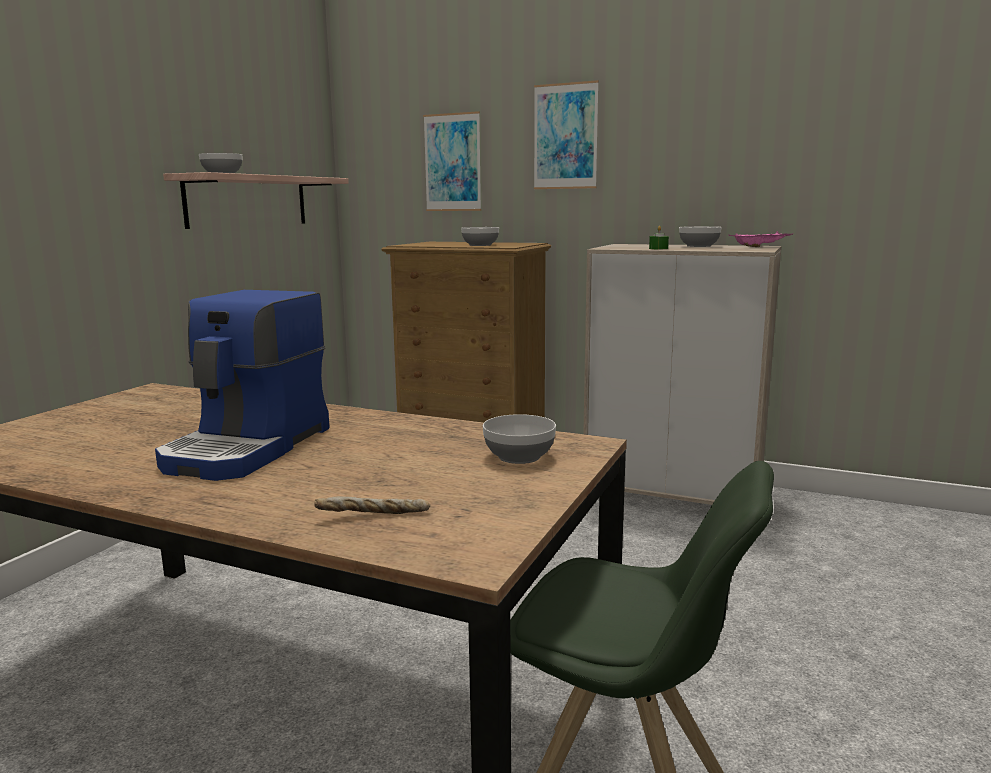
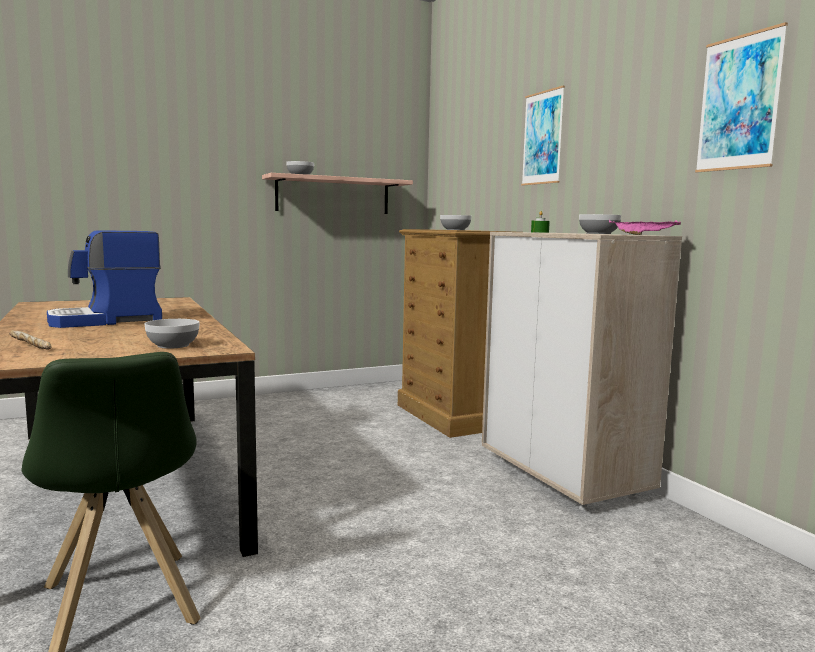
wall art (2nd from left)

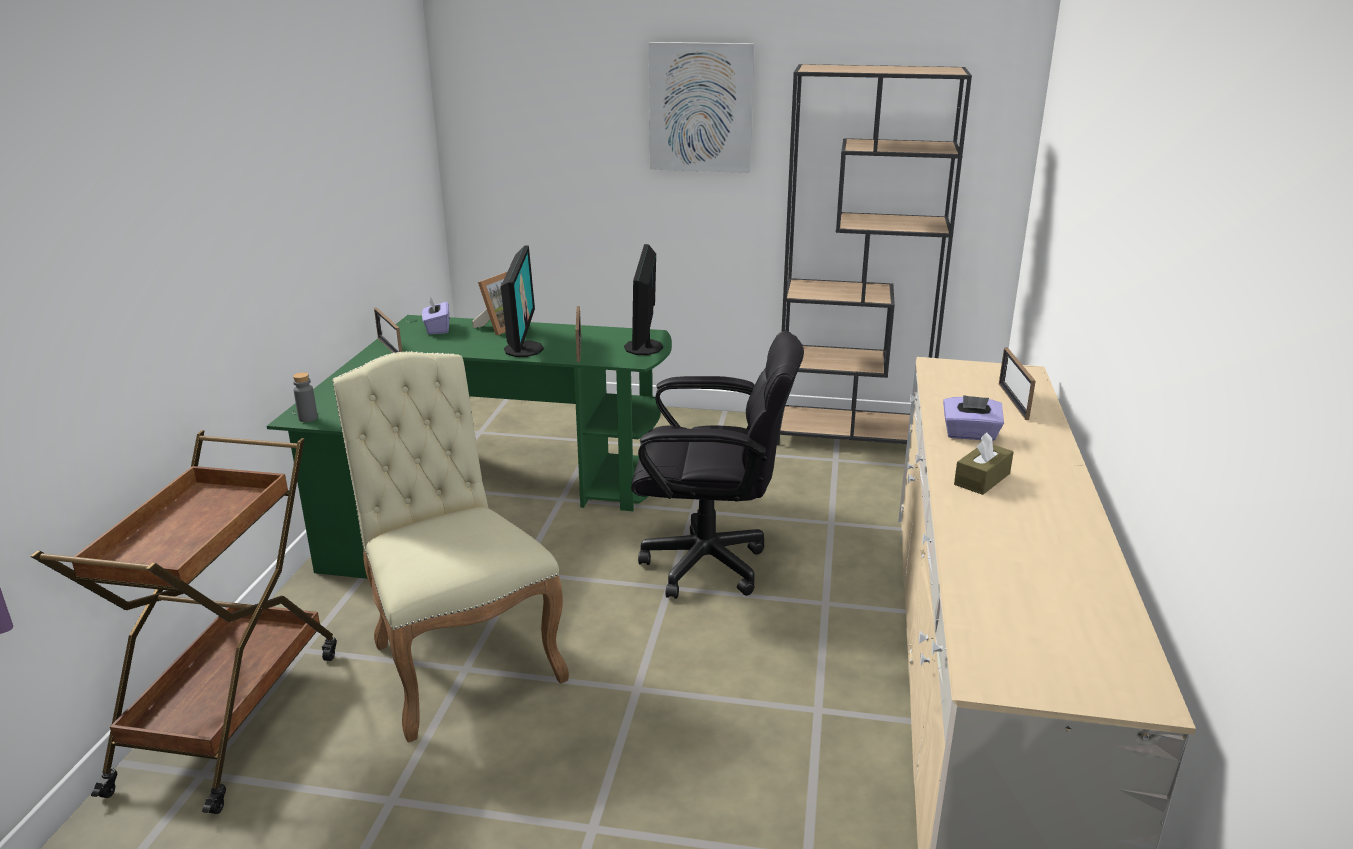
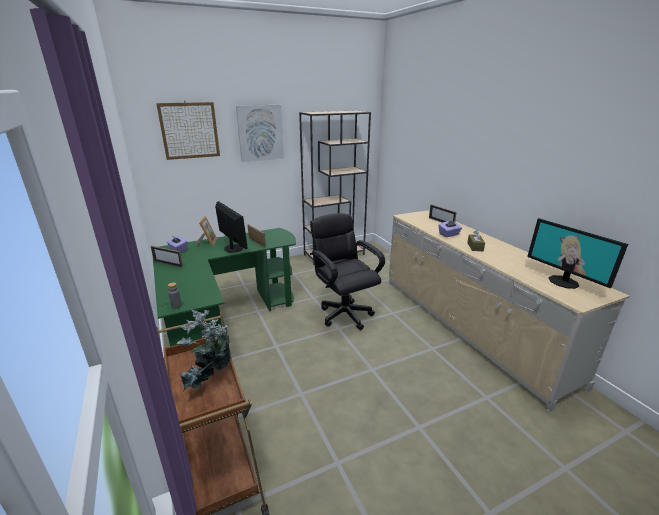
computer display (2nd from left)
black-coloured desk chair
beige-coloured plain chair
wall art (1st from left)
plant in a pot

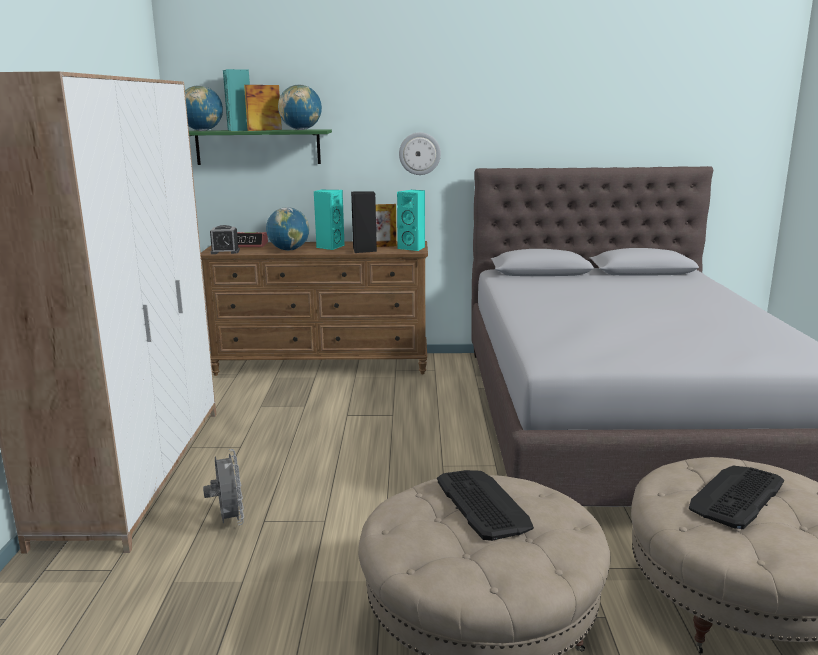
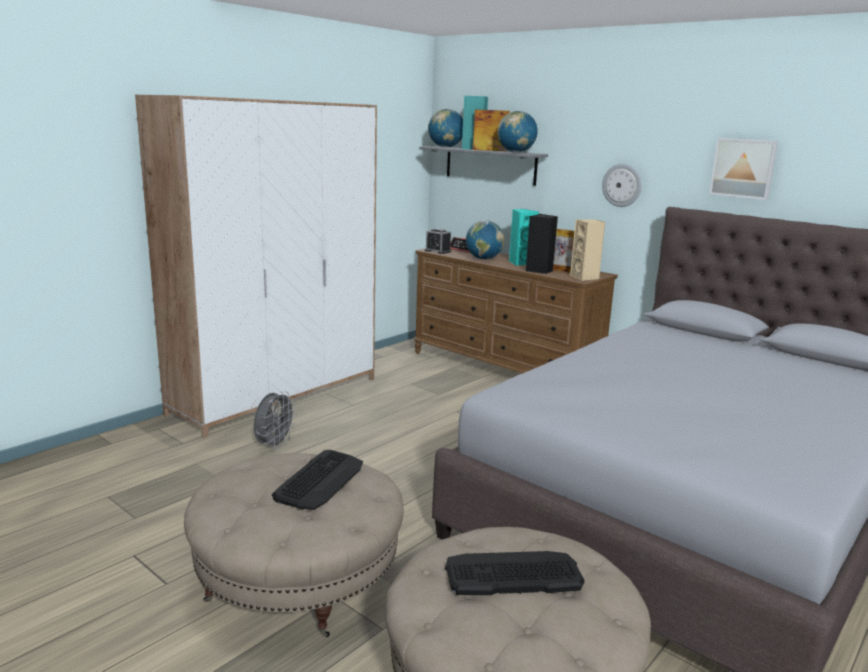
grey shelf
beige-coloured speaker
wall art

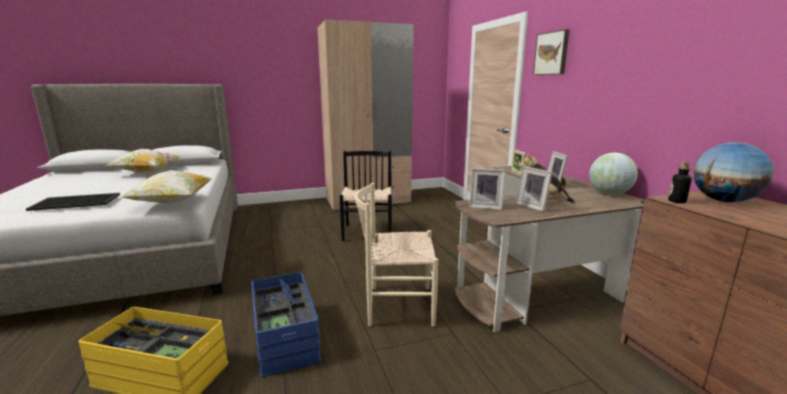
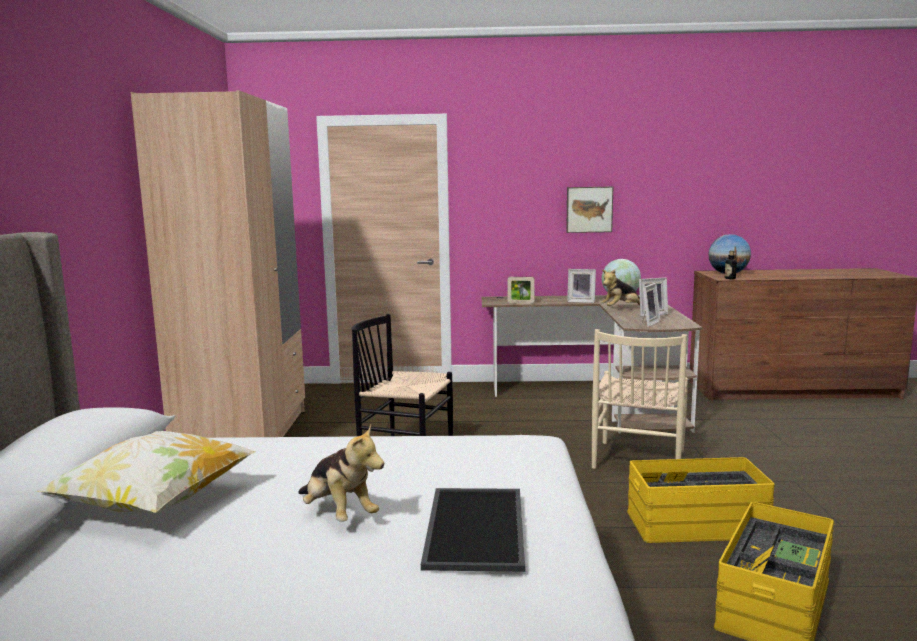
wall art
cushion (2nd from left in the first image)
yellow storage container (1st from left)
soft toy (1st from left)

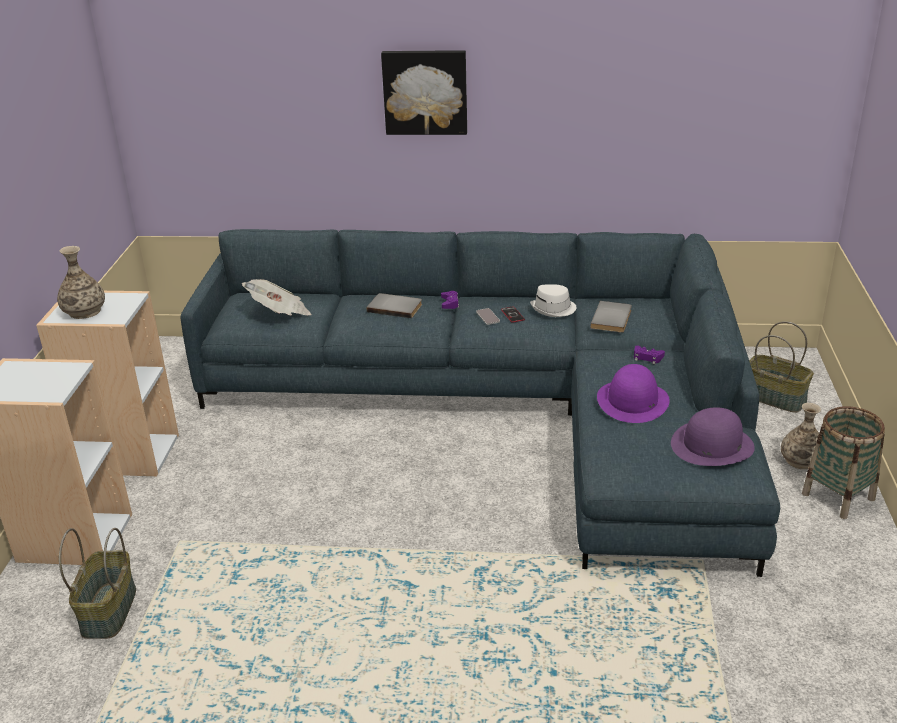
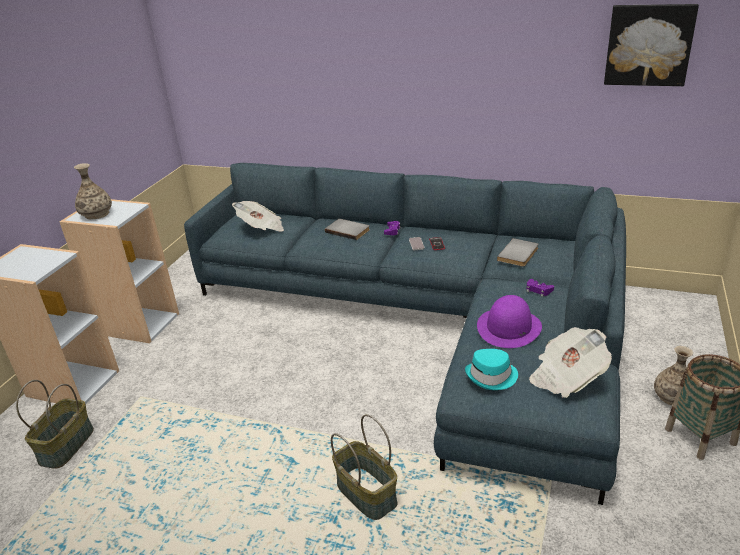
wall art
white-coloured clothing hat
basket (2nd from left)
printed paper (2nd from left)
turquoise clothing hat

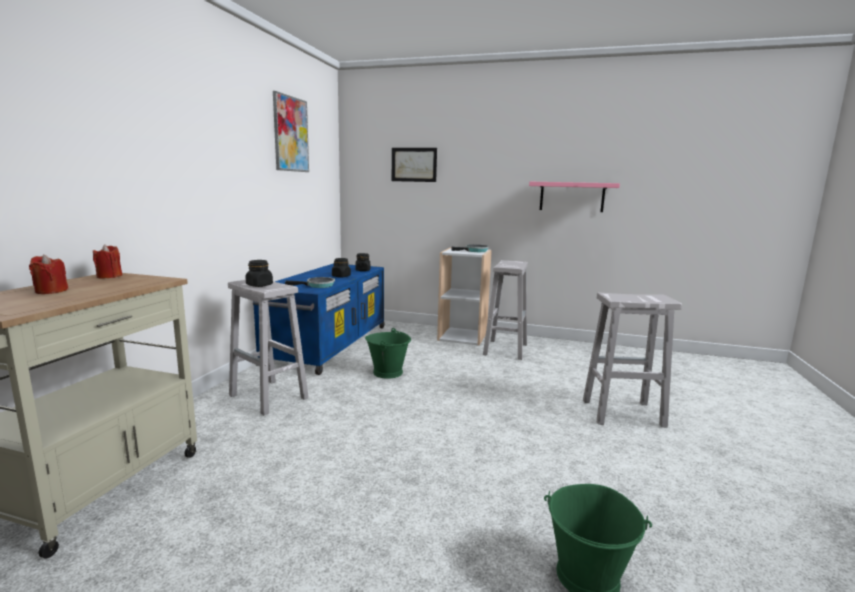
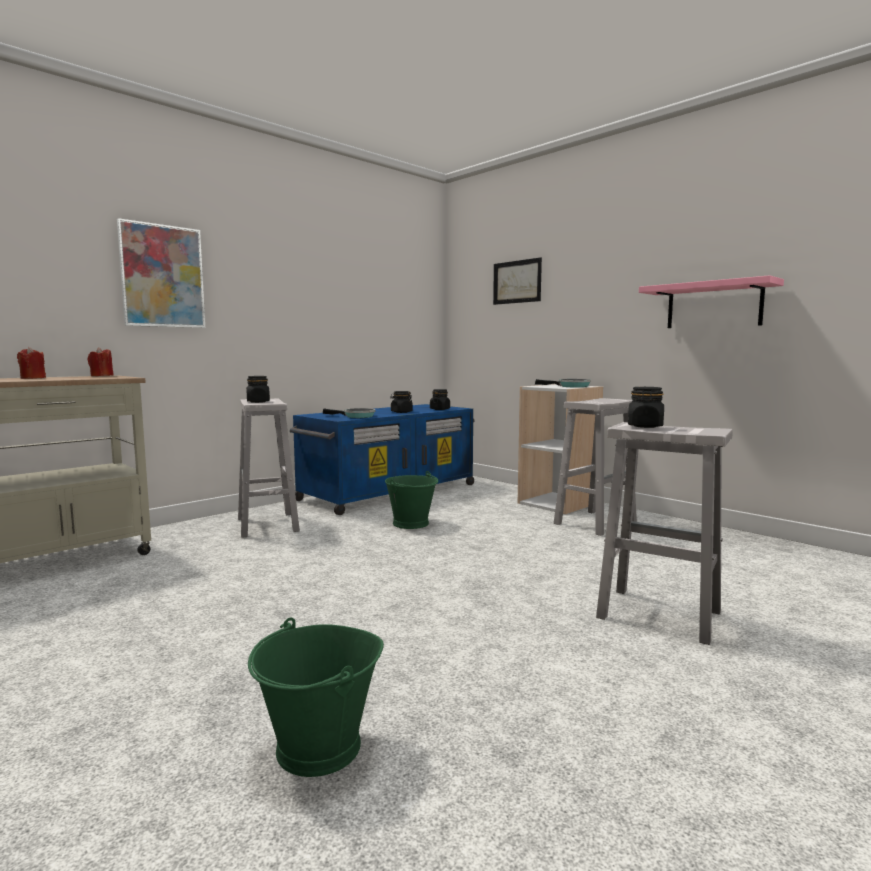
wall art (1st from left)
black-coloured preserve jar (4th from left)

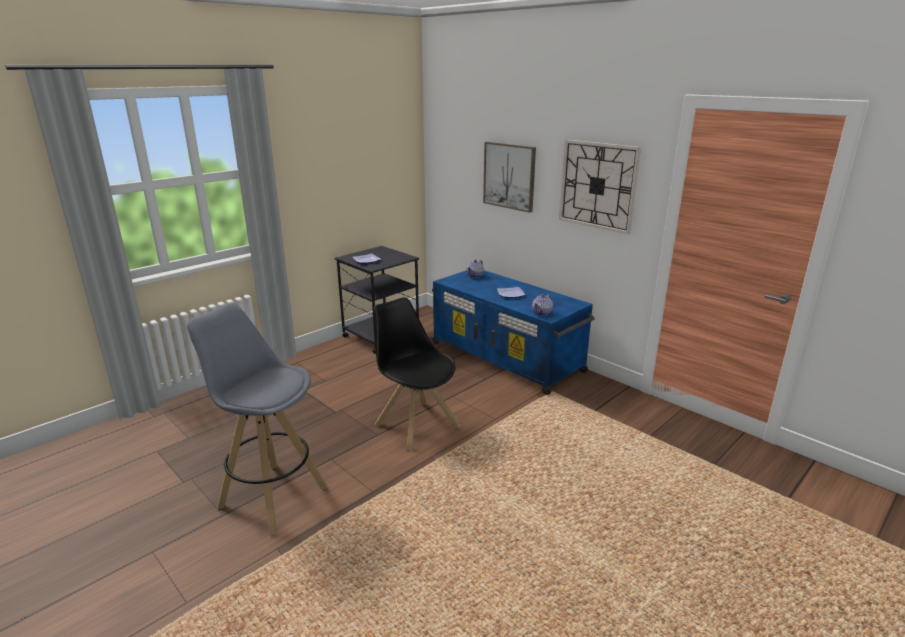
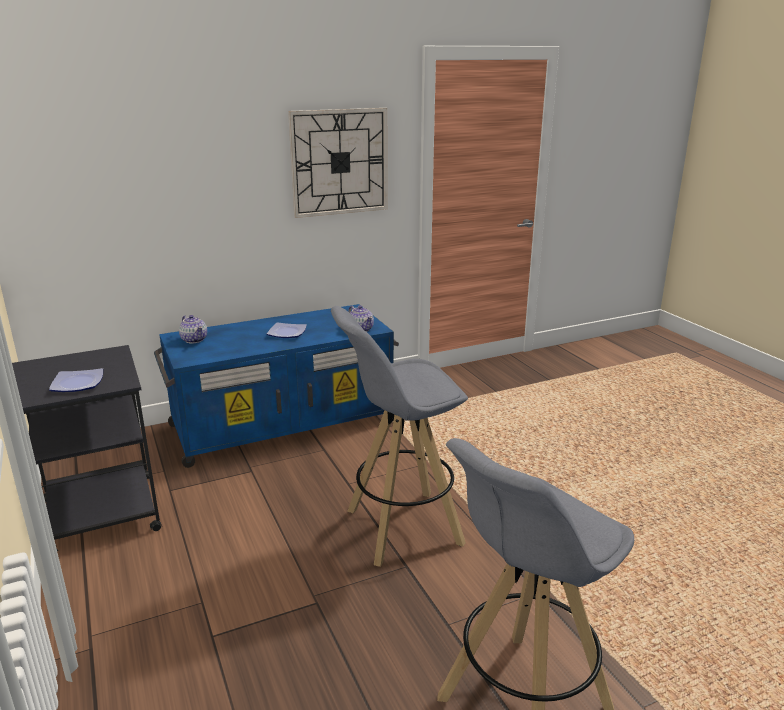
wall art
grey stool seat (1st from left)

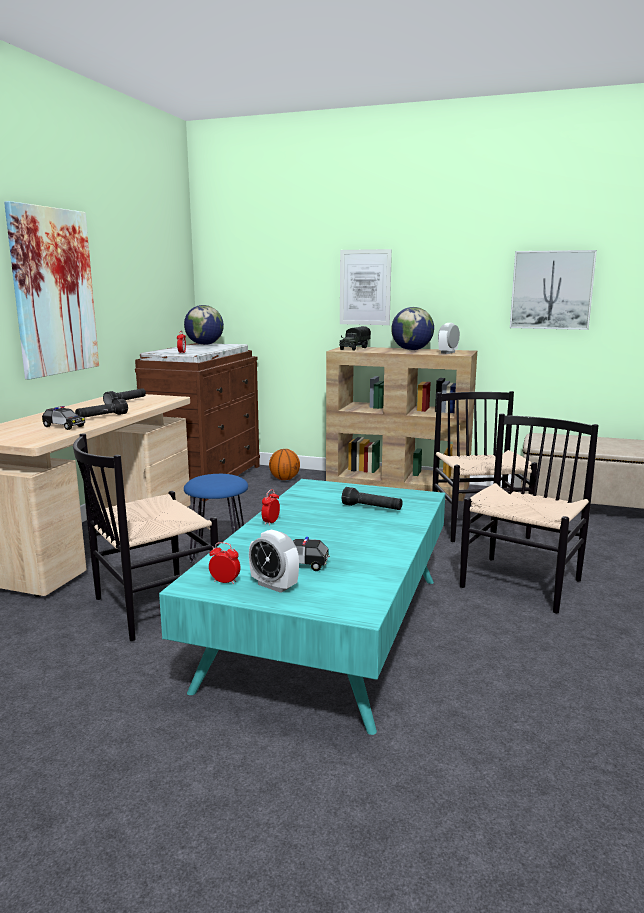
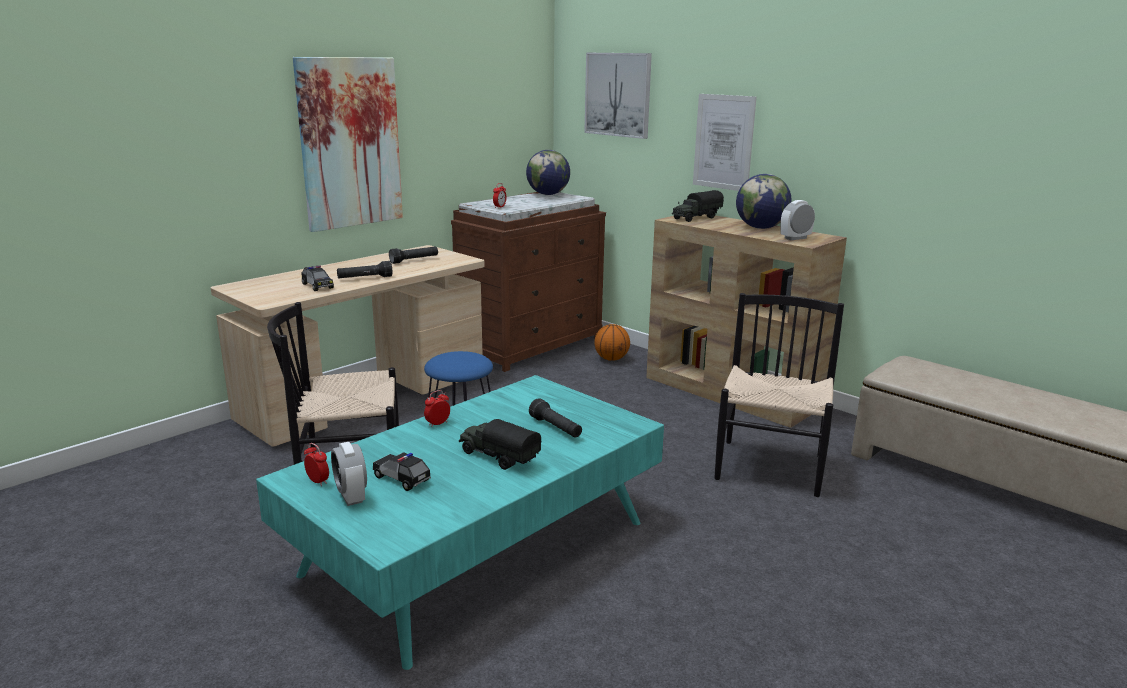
wall art (2nd from left)
black-coloured plain chair (3rd from left in the first image)
toy truck (1st from left)

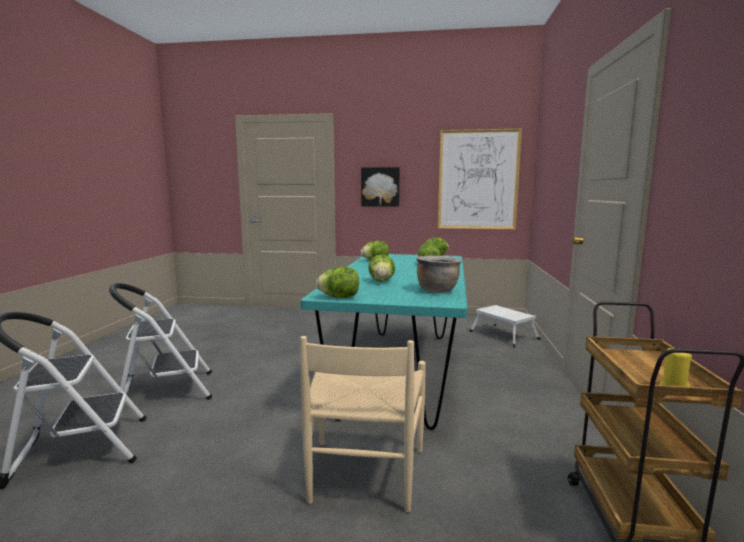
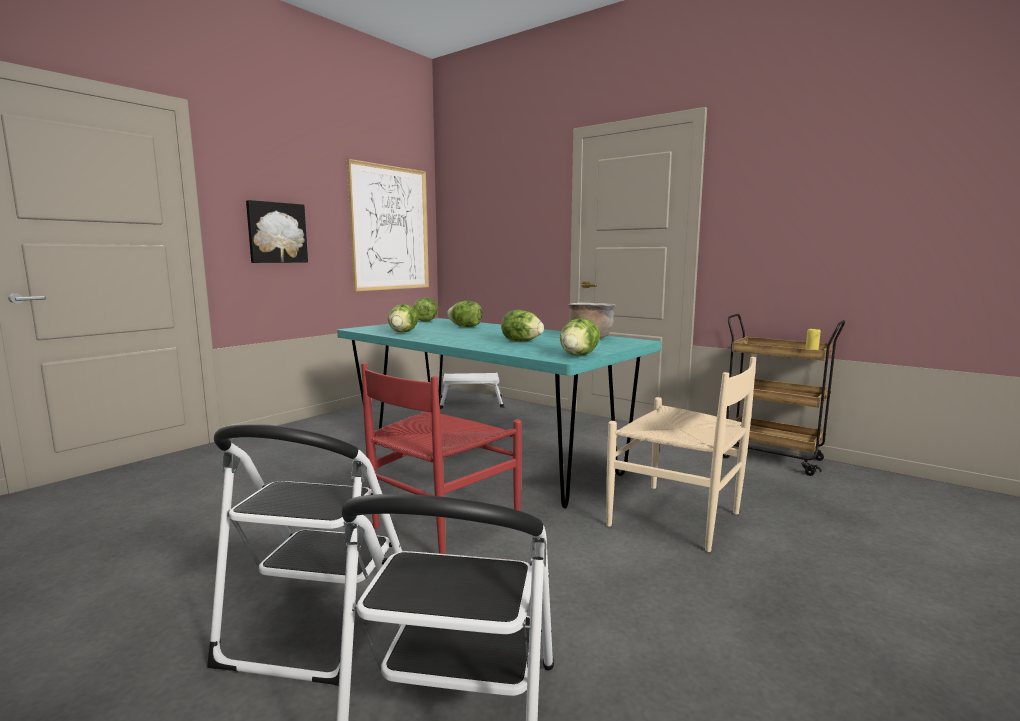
red plain chair

